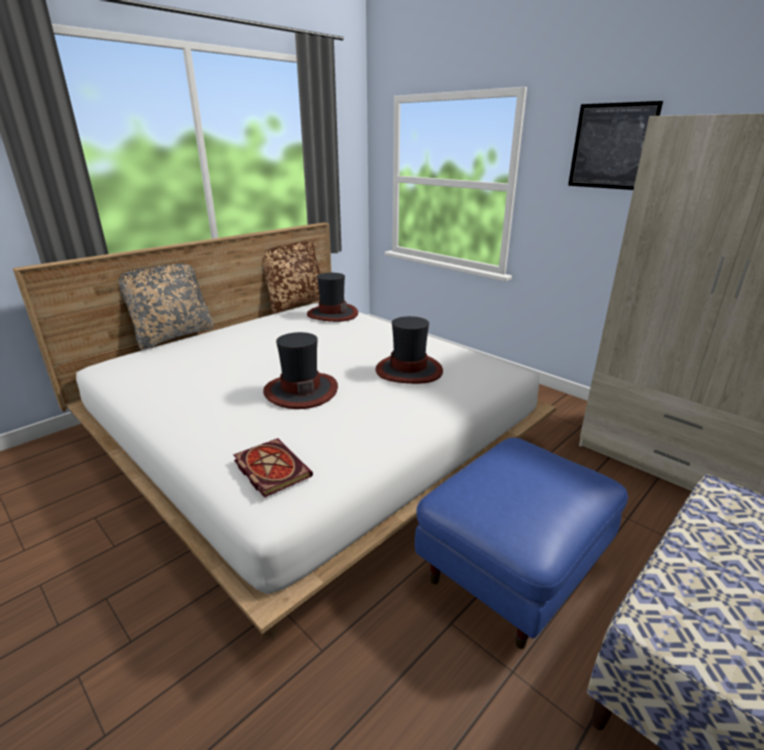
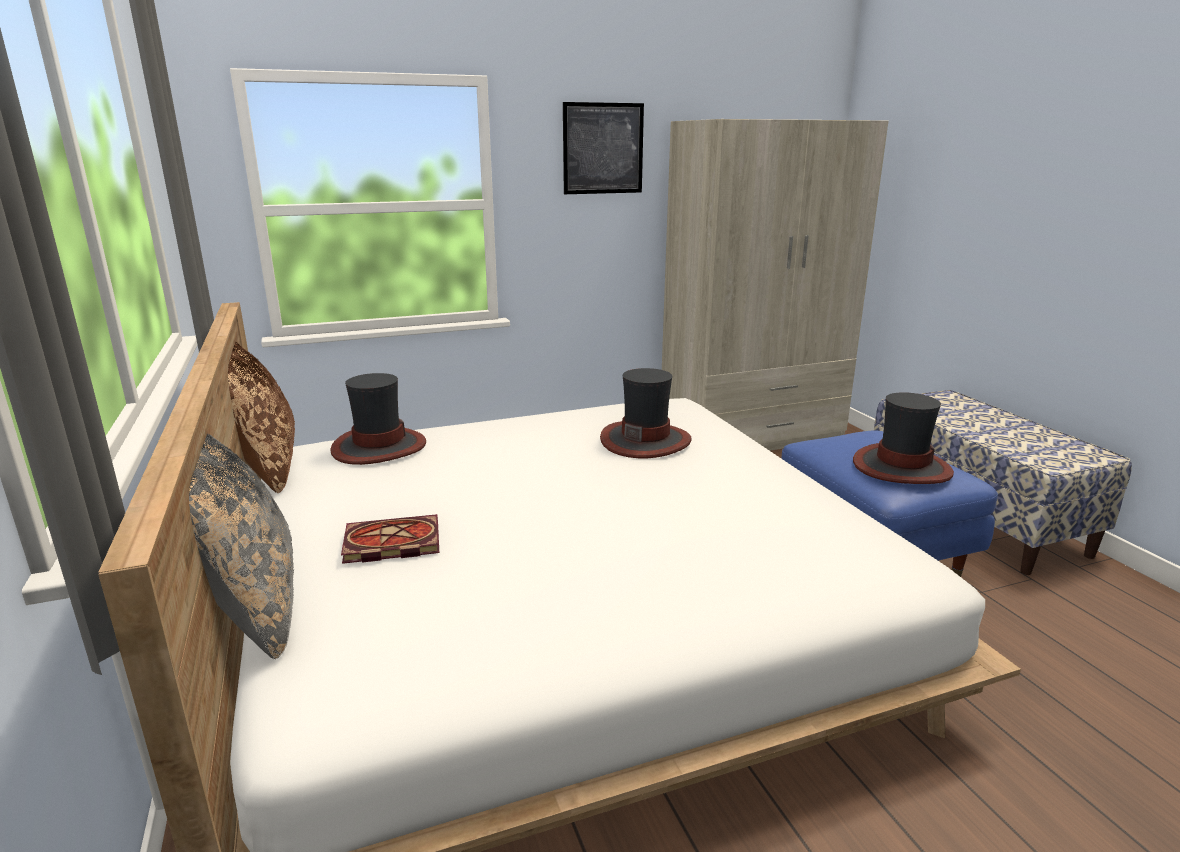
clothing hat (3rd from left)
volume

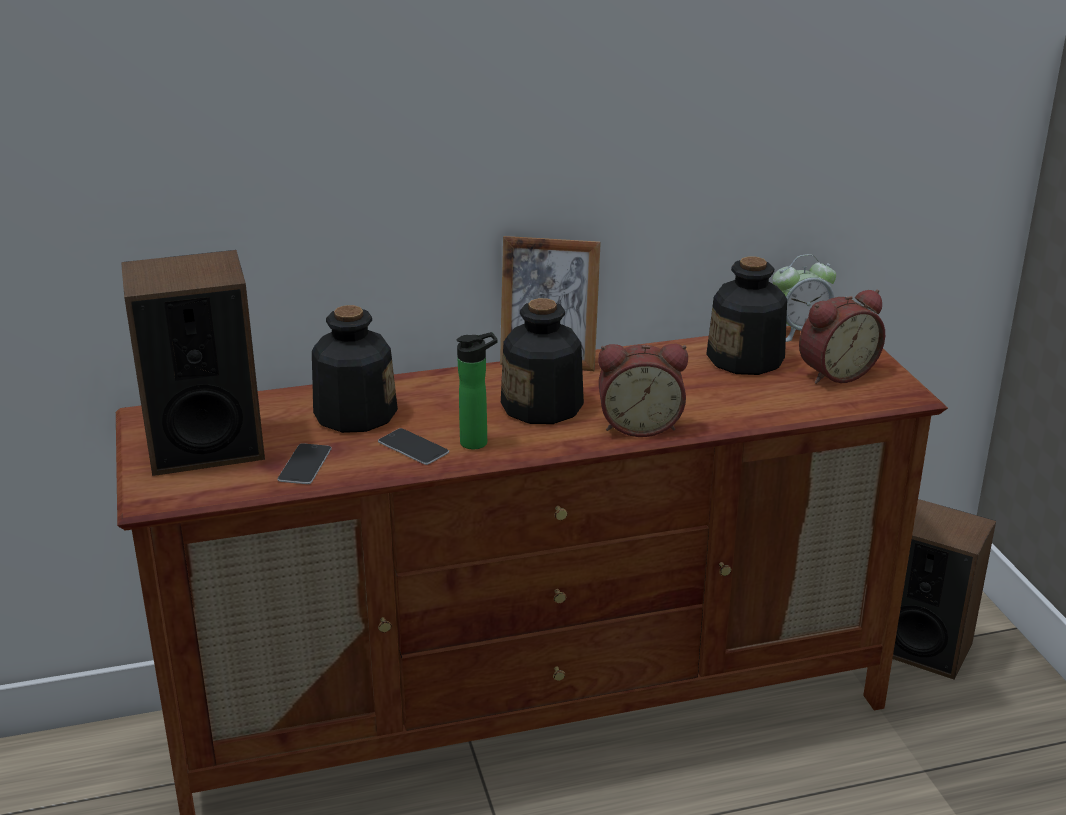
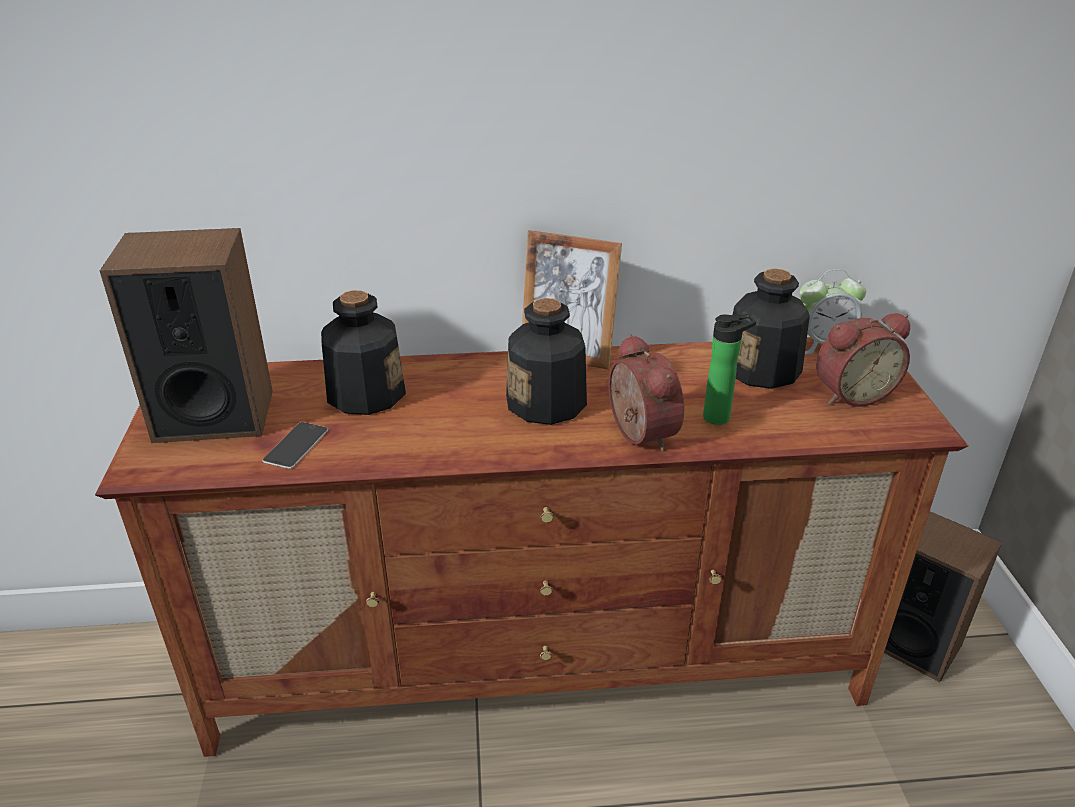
bottle (3rd from left)
table clock (1st from left)
handset (2nd from left in the first image)

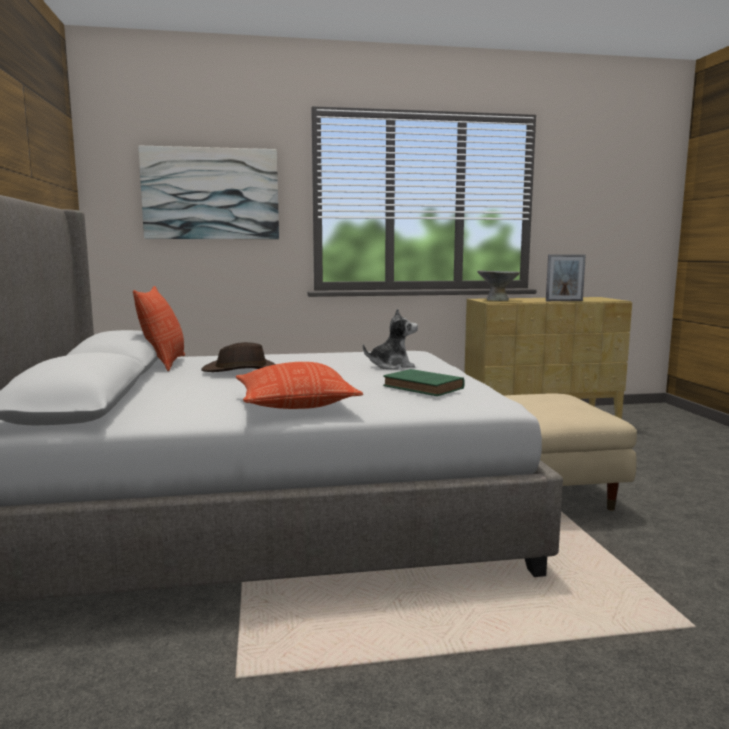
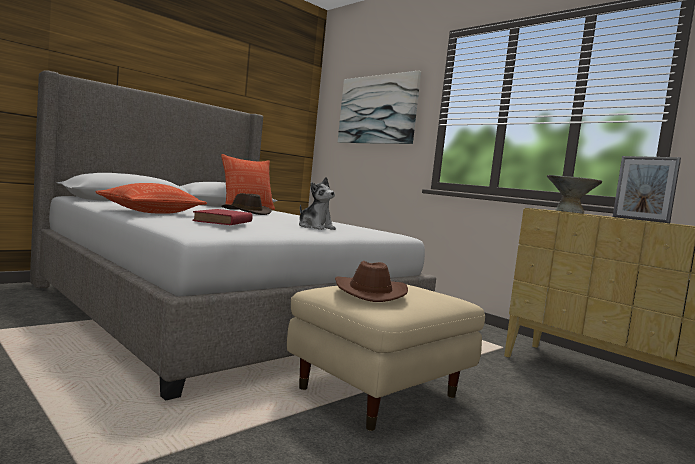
red volume
brownish clothing hat (2nd from left)

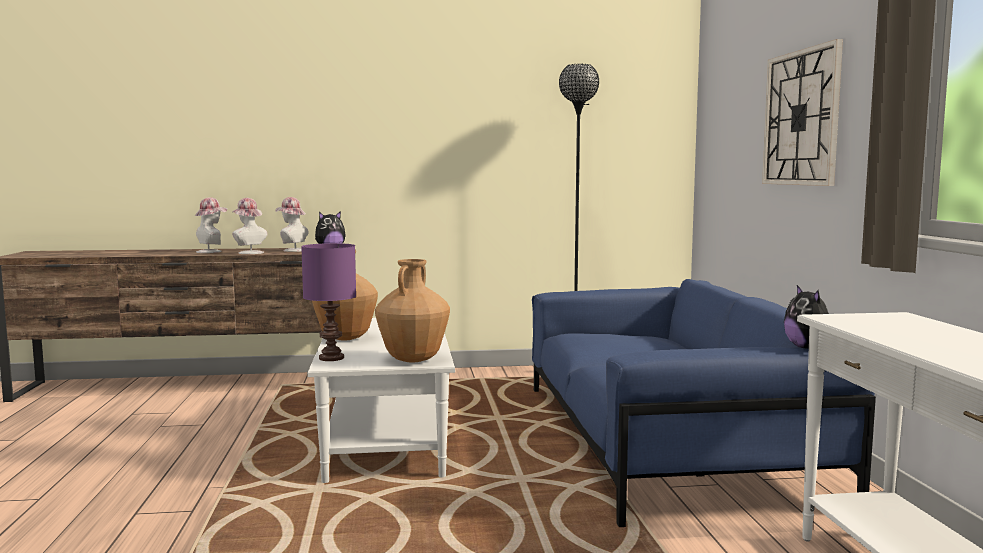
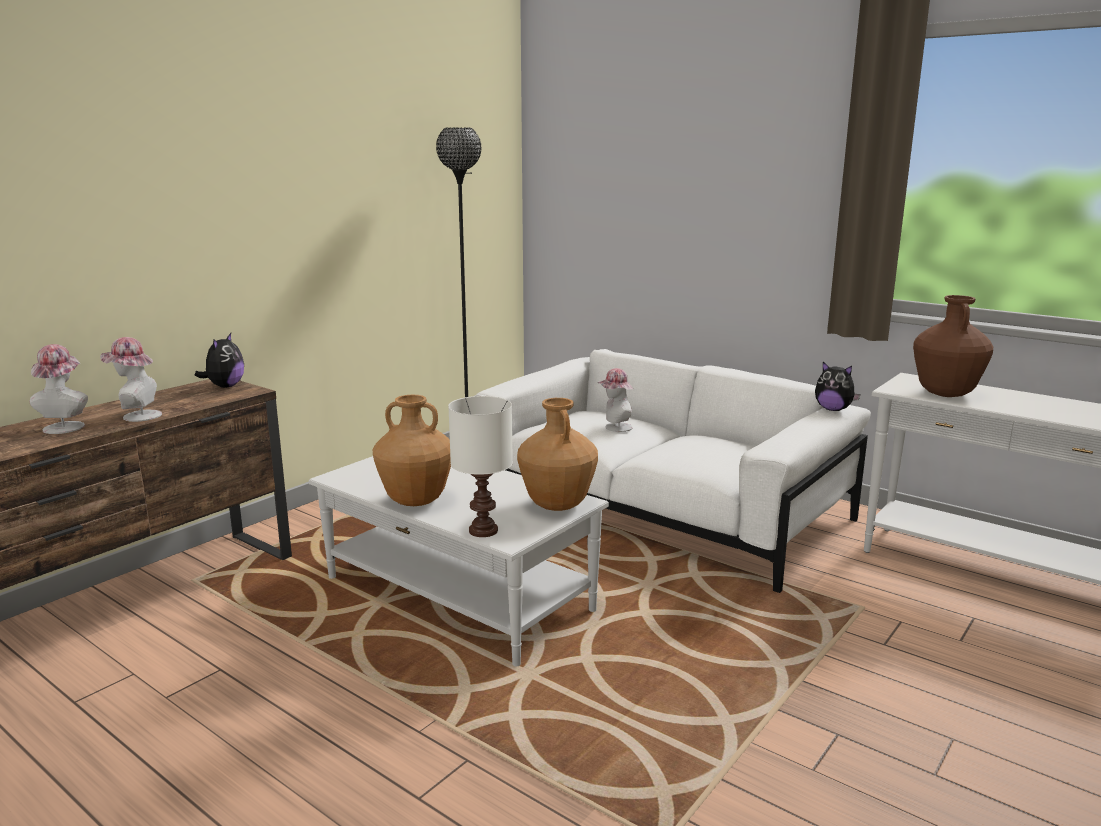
wall clock
clothing hat (3rd from left)
white-coloured tabletop lamp
white-coloured settee
brownish flower vase (3rd from left)

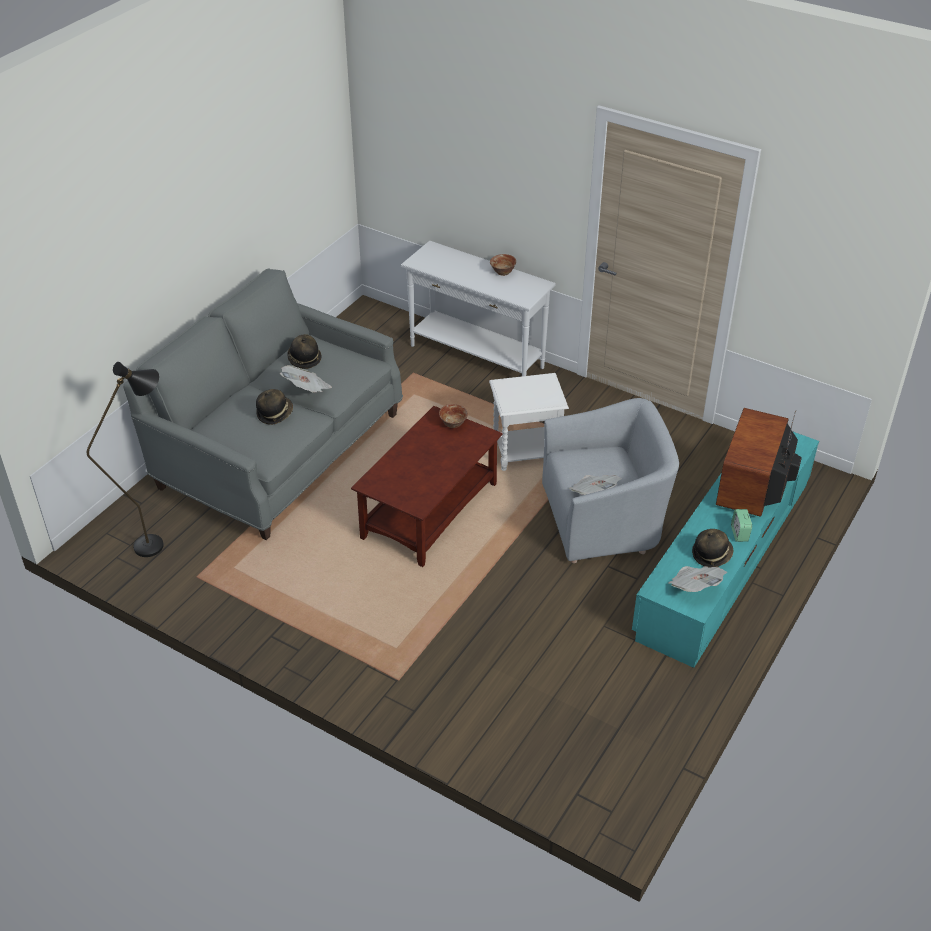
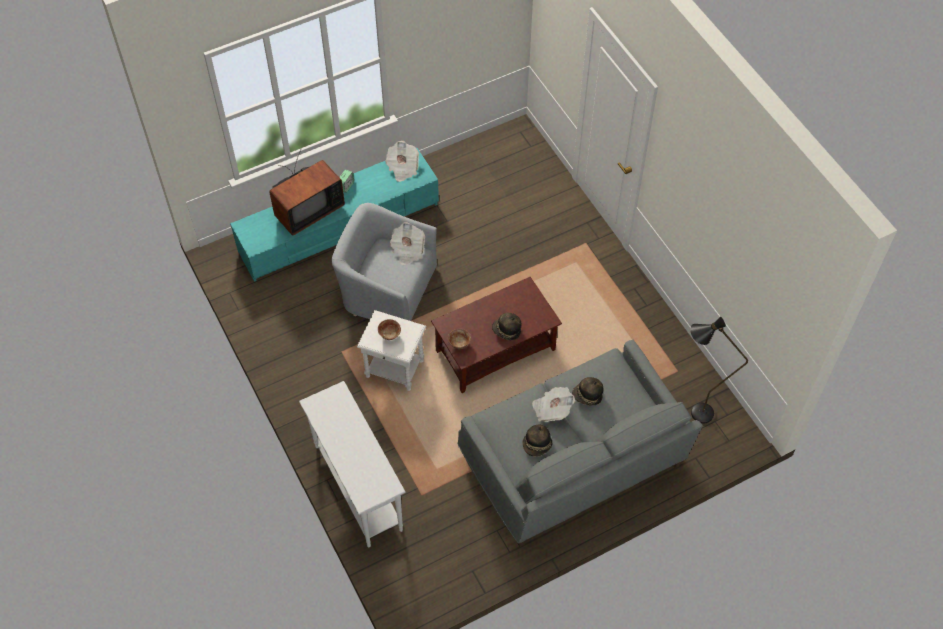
serving bowl (1st from left)
clothing hat (1st from left)

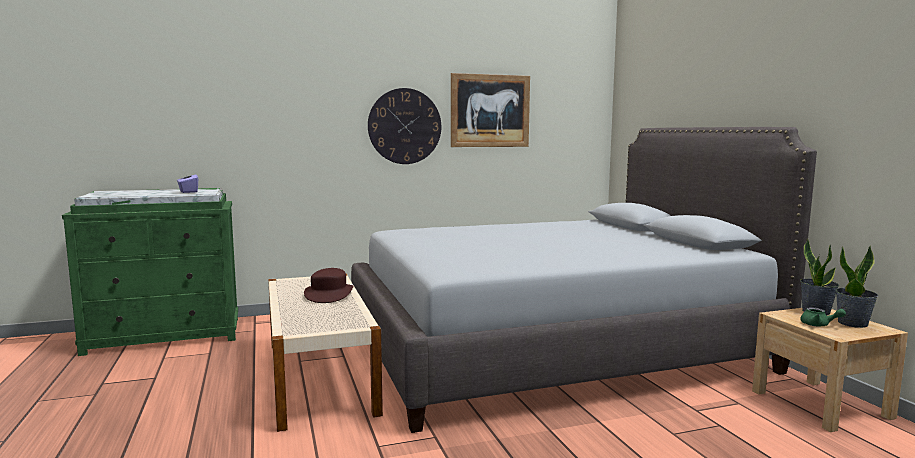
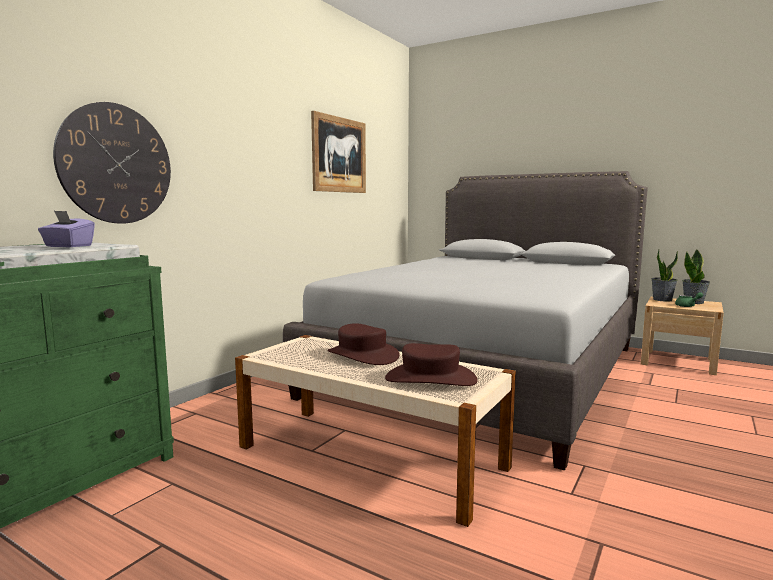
wall clock
brownish clothing hat (2nd from left)

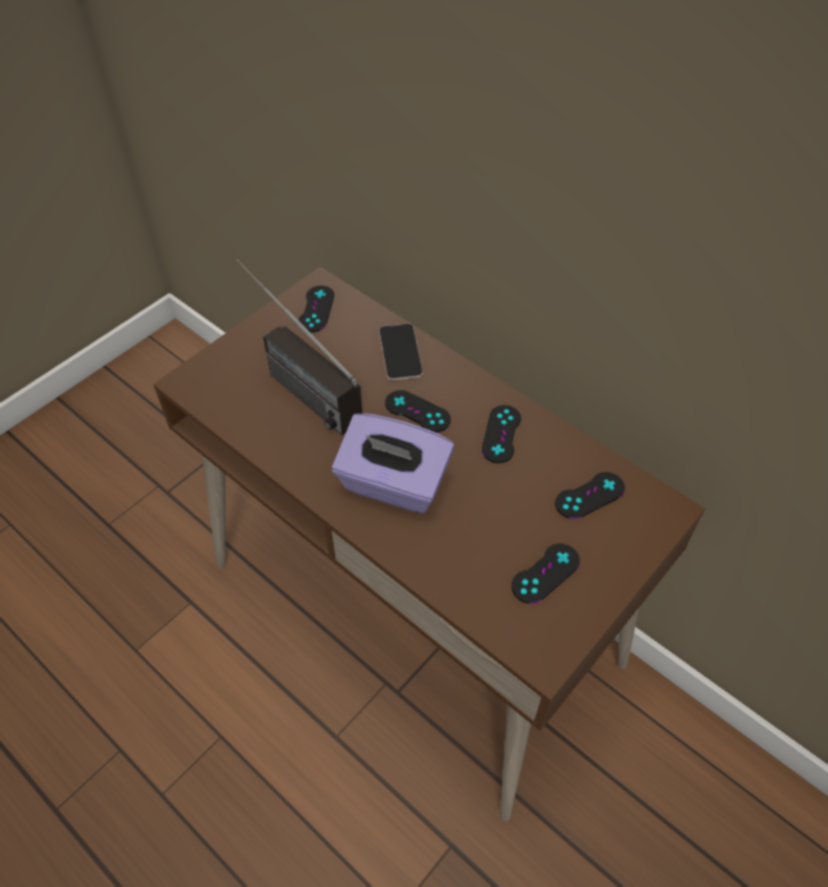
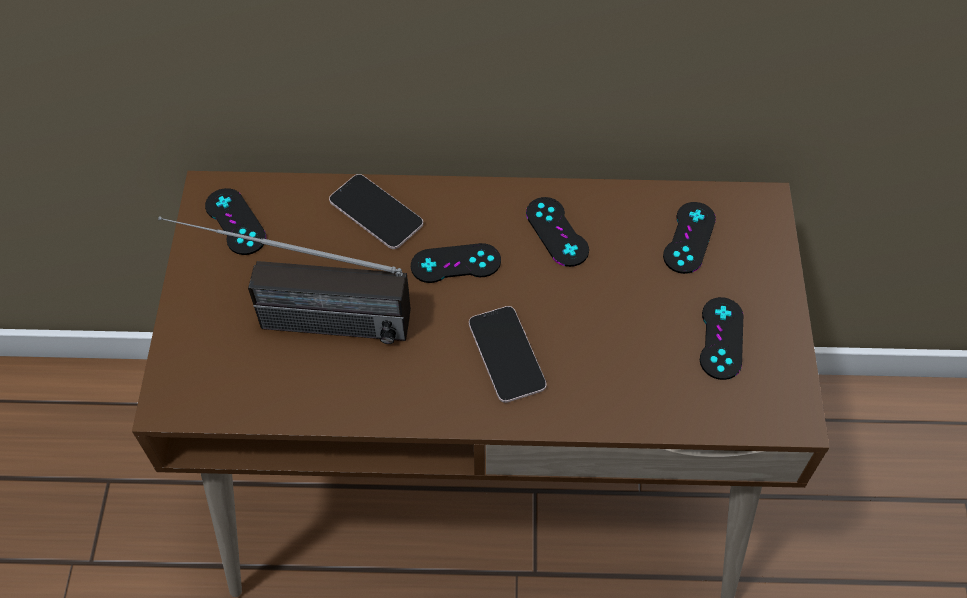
handset (2nd from left)

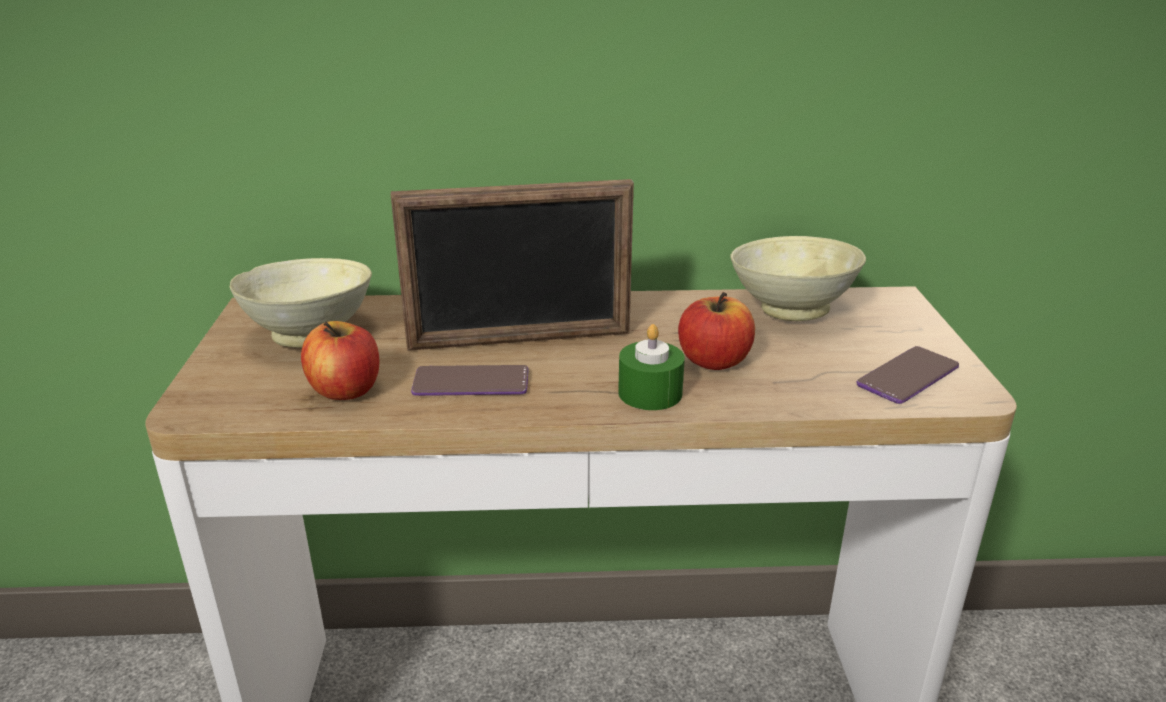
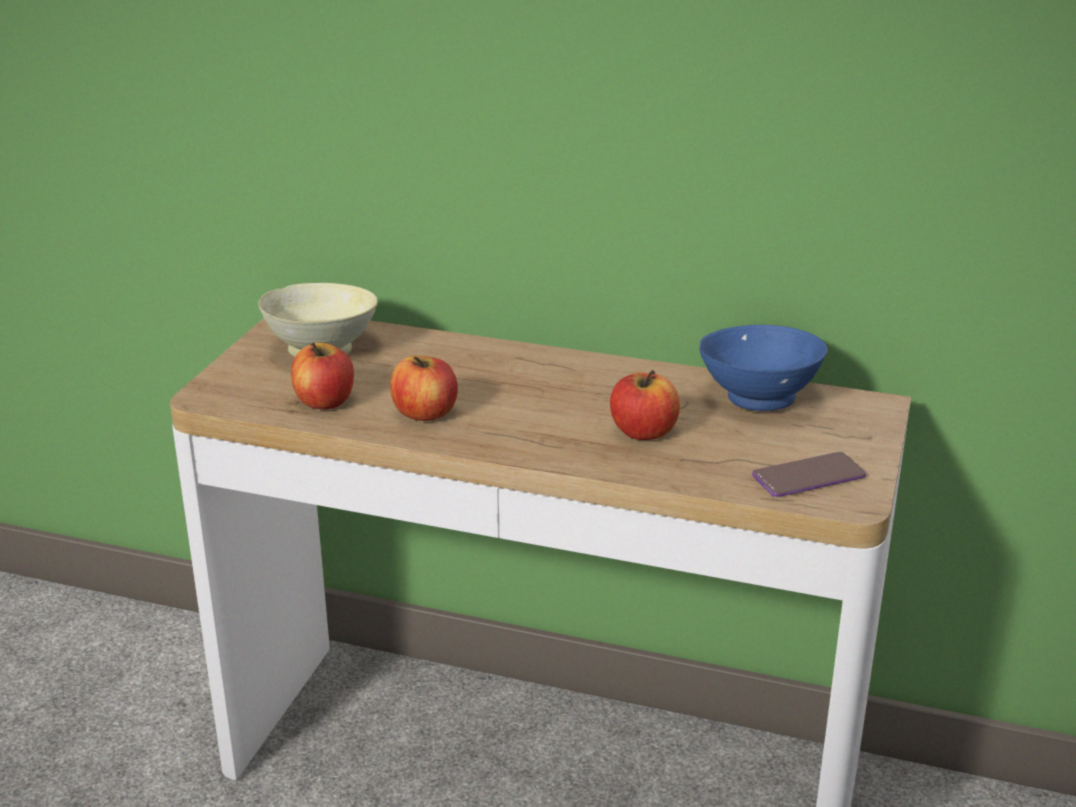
photo frame
blue-coloured serving bowl
greenish wax candle
apple (2nd from left)

